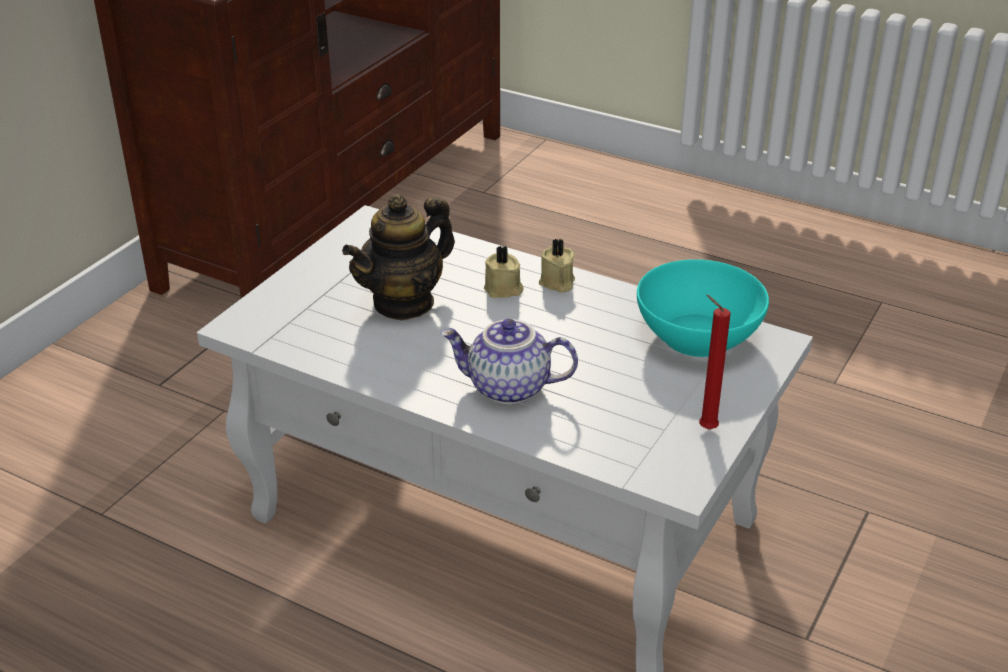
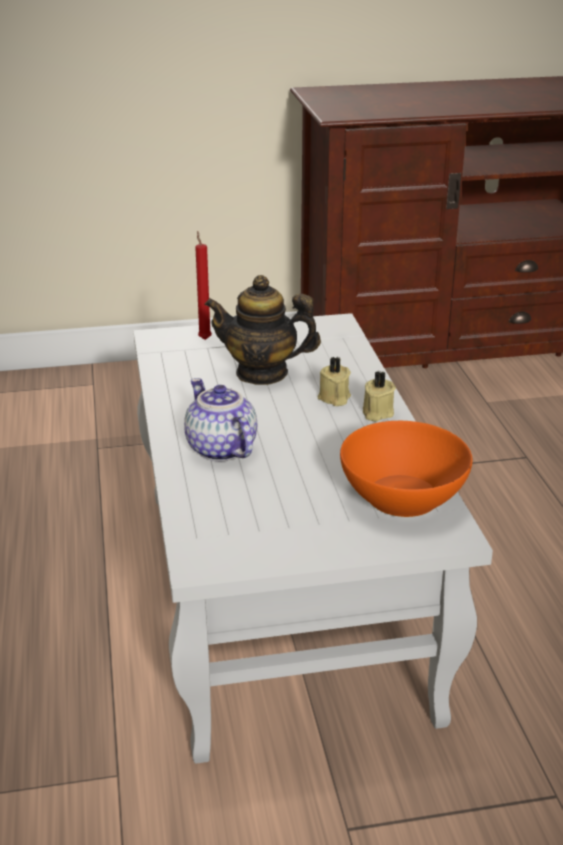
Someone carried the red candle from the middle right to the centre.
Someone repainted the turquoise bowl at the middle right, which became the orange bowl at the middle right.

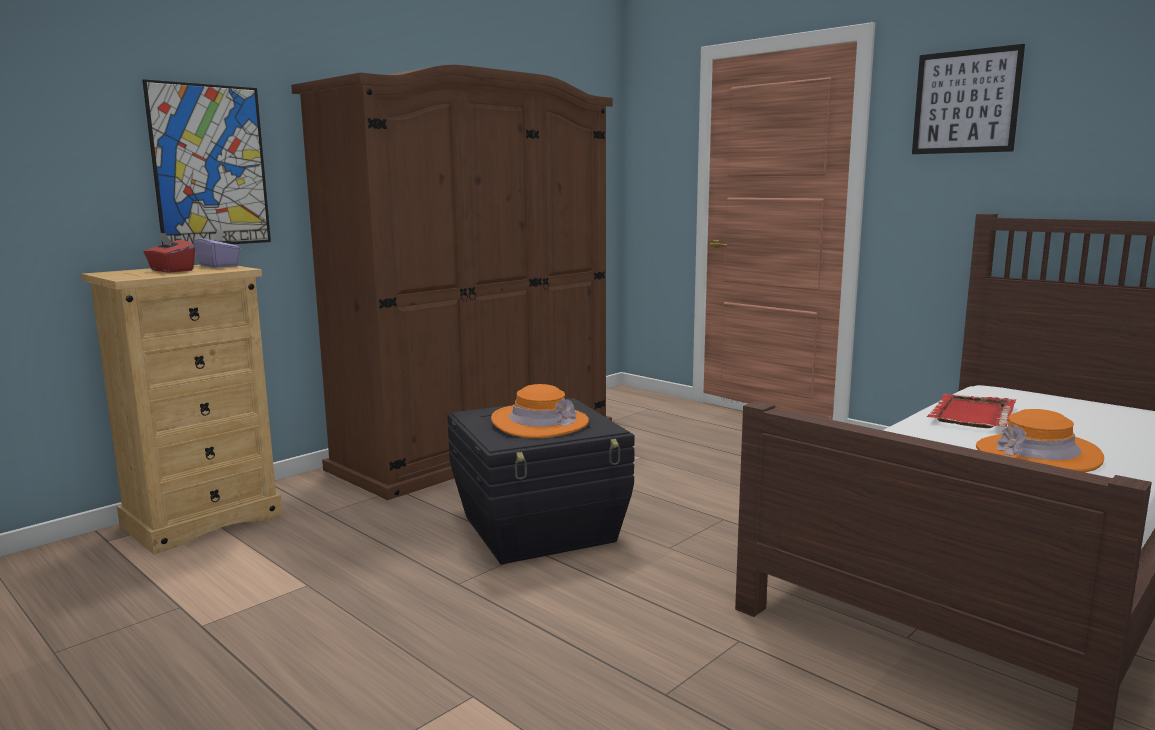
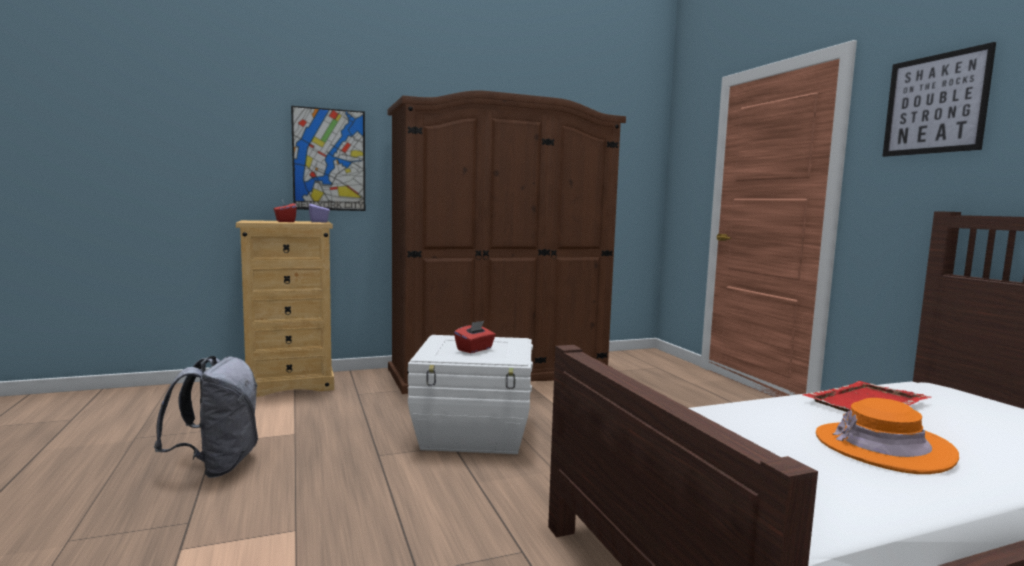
Someone put down the grey backpack at the bottom left.
Someone swapped the orange hat (1st from left) at the centre for the red tissue box (2nd from left) at the centre.
Someone repainted the black storage box at the centre, which became the white storage box at the bottom centre.

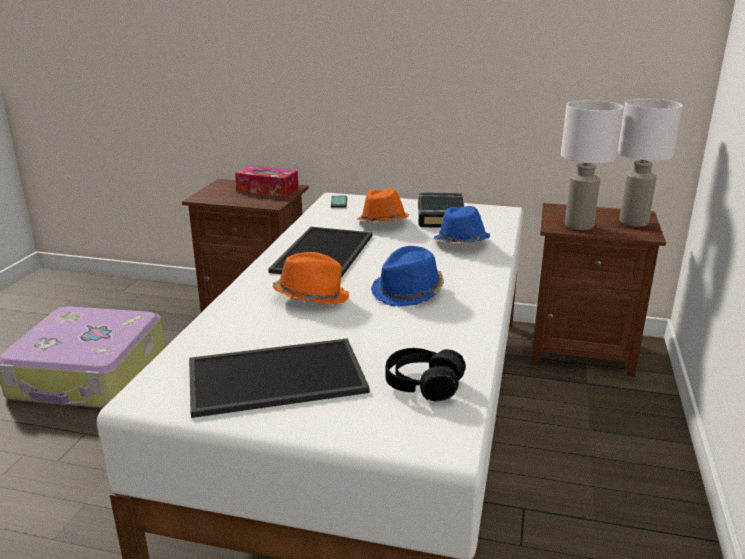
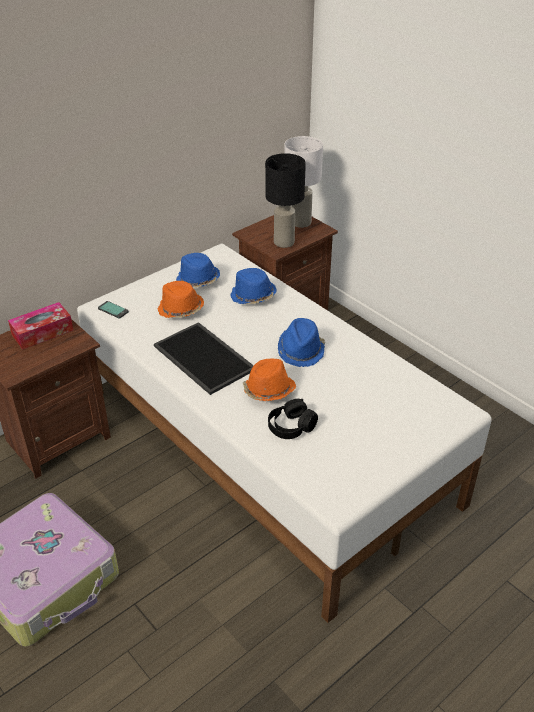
Someone took away the tray (1st from left) at the bottom centre.
Someone carried the black headphones from the bottom centre to the centre.
Someone swapped the black book at the centre for the blue hat (1st from left) at the centre.
Someone repainted the white table lamp (1st from left) at the top right, which became the black table lamp at the top centre.

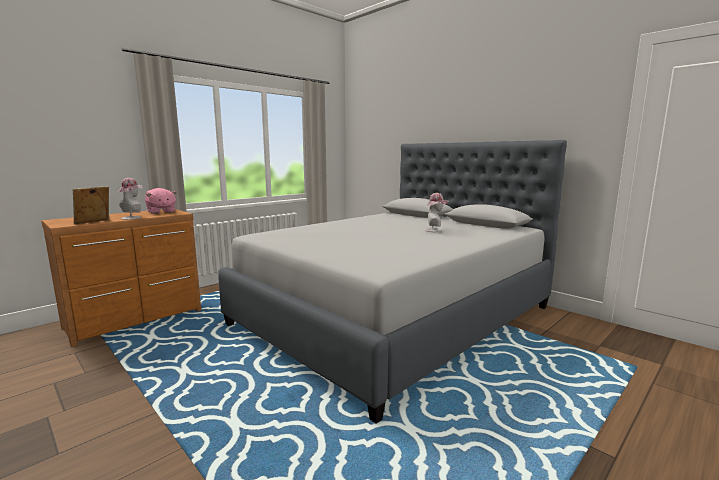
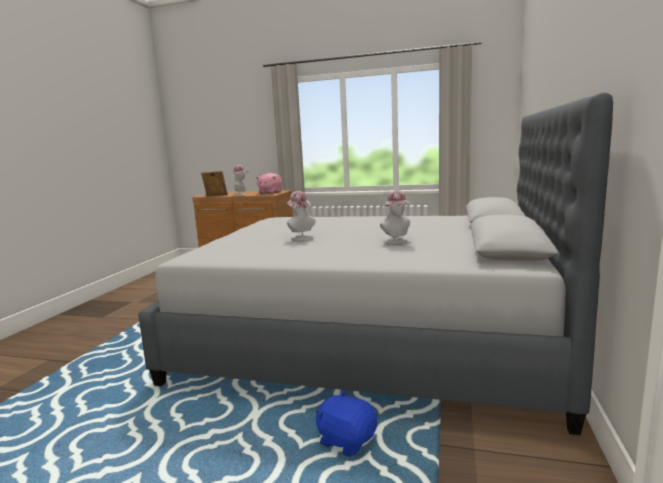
Someone put down the hat (2nd from left) at the centre.
Someone put down the blue plush toy at the bottom centre.

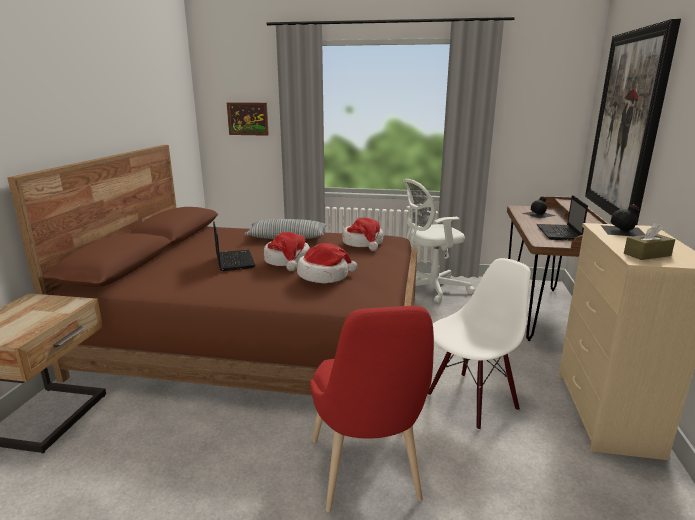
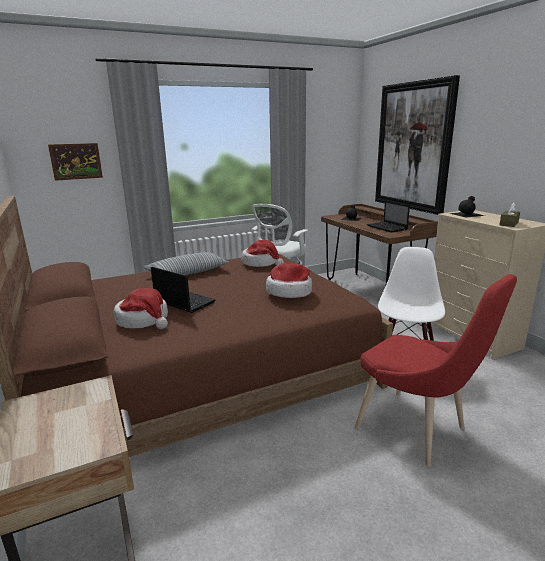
Someone carried the hat (1st from left) from the centre to the middle left.

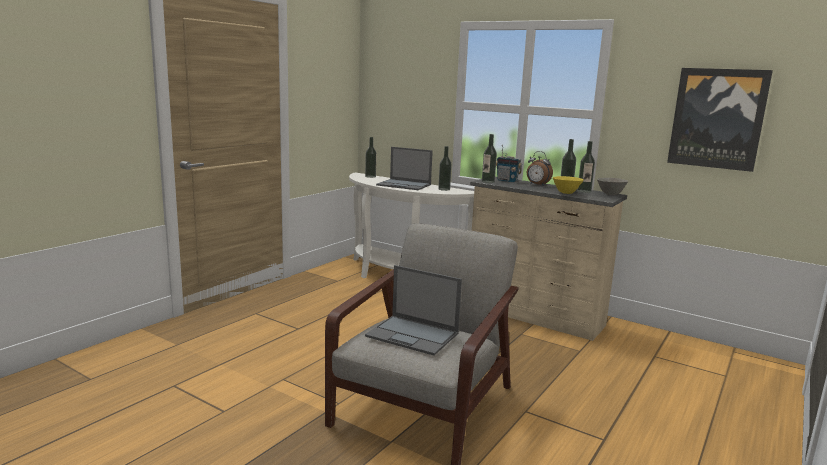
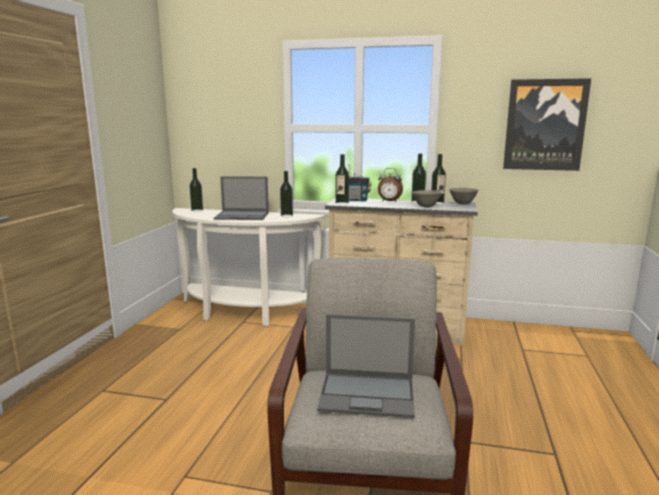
Someone repainted the yellow bowl at the middle right, which became the grey bowl (1st from left) at the centre.

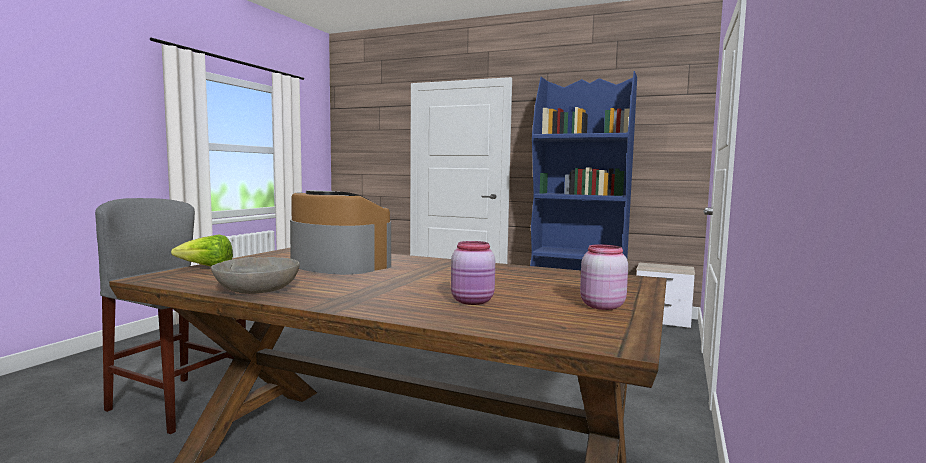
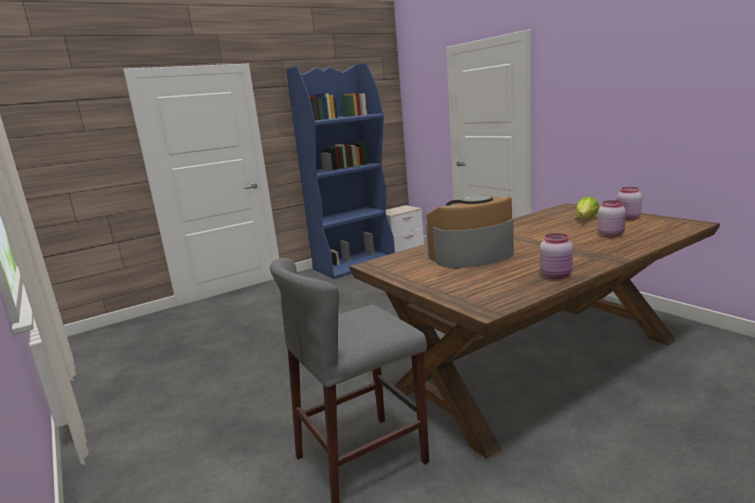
Someone carried the lettuce from the middle left to the middle right.
Someone swapped the grey bowl at the middle left for the pink jar (1st from left) at the middle right.

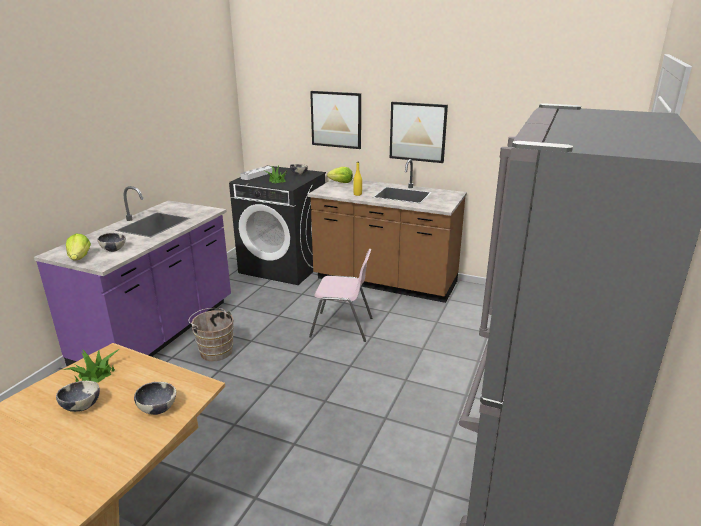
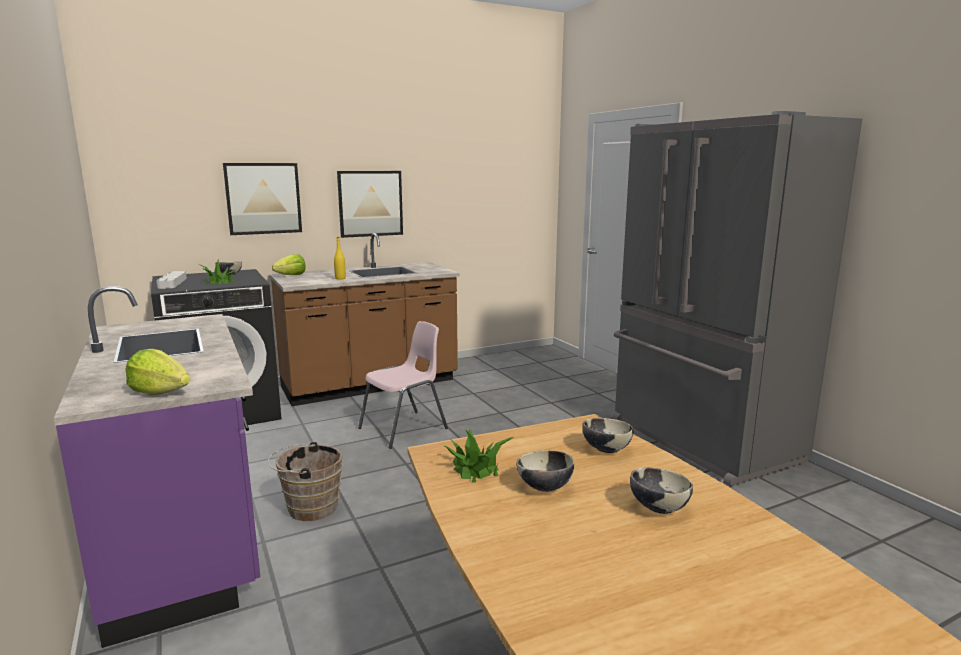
Someone carried the bowl (2nd from left in the first image) from the middle left to the bottom right.

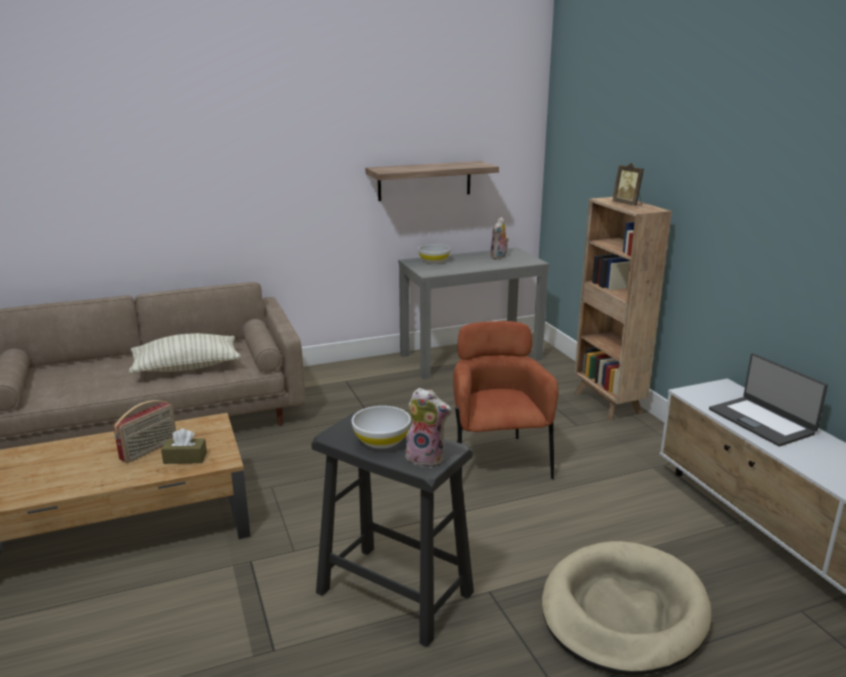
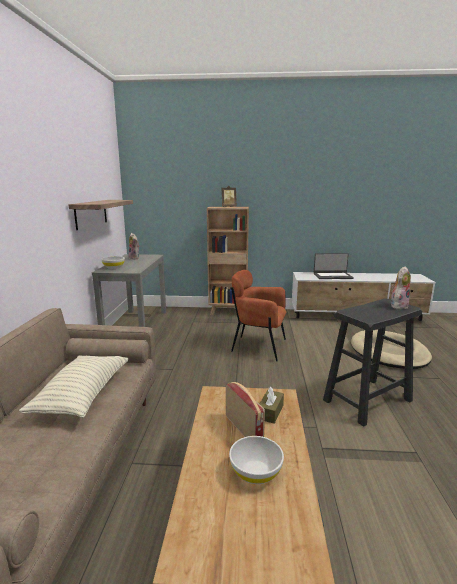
Someone carried the white bowl (1st from left in the first image) from the centre to the bottom centre.

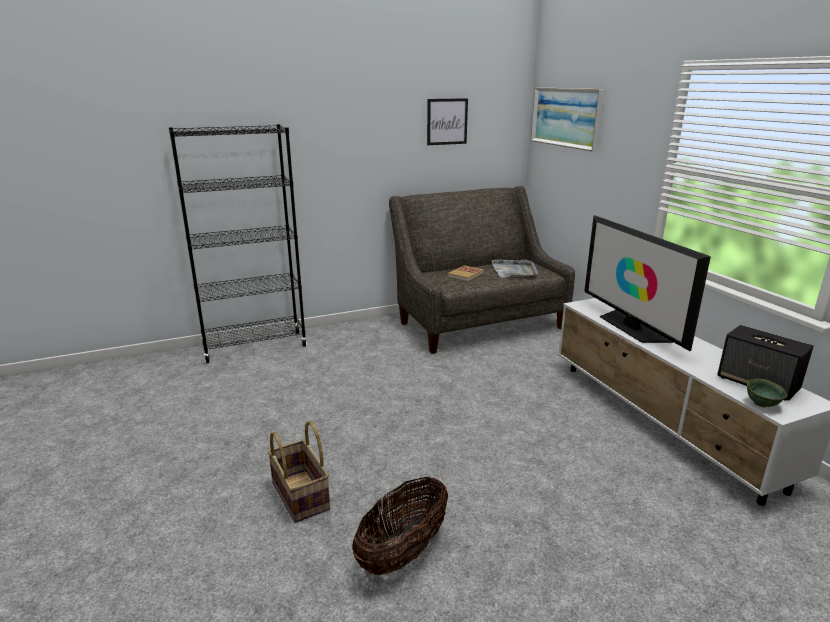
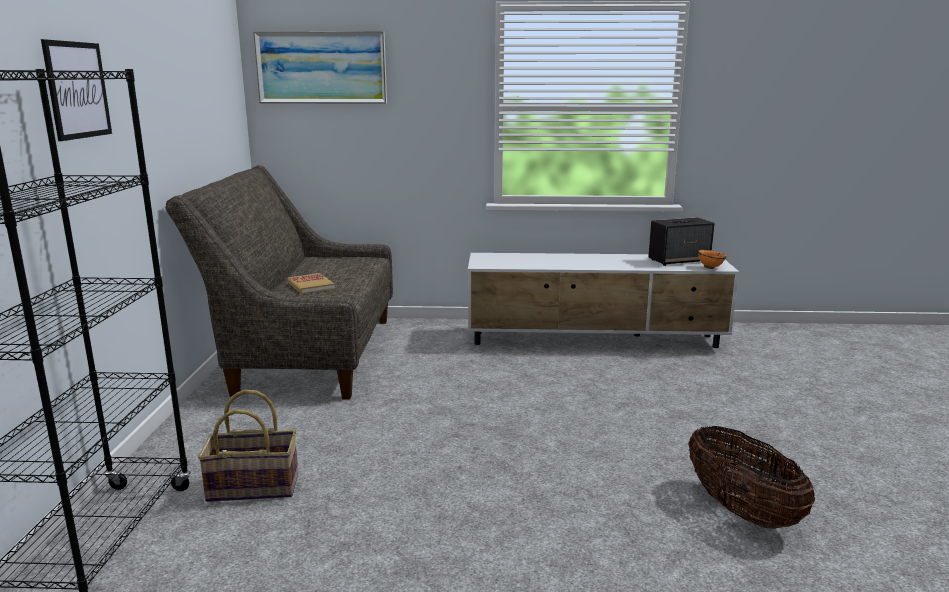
Someone took away the grey tray at the centre.
Someone took away the television at the middle right.
Someone carried the basket (1st from left) from the bottom centre to the bottom left.
Someone carried the picture (1st from left) from the top centre to the top left.
Someone repainted the green bowl at the middle right, which became the orange bowl at the middle right.

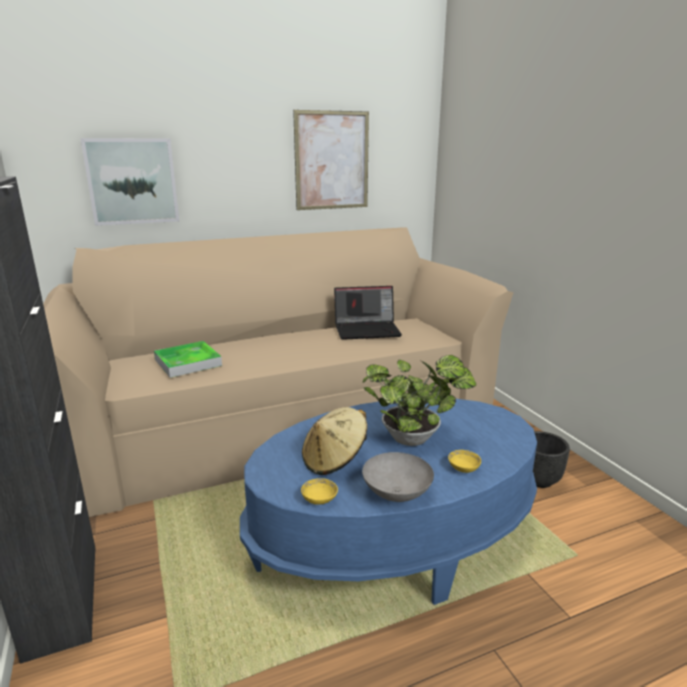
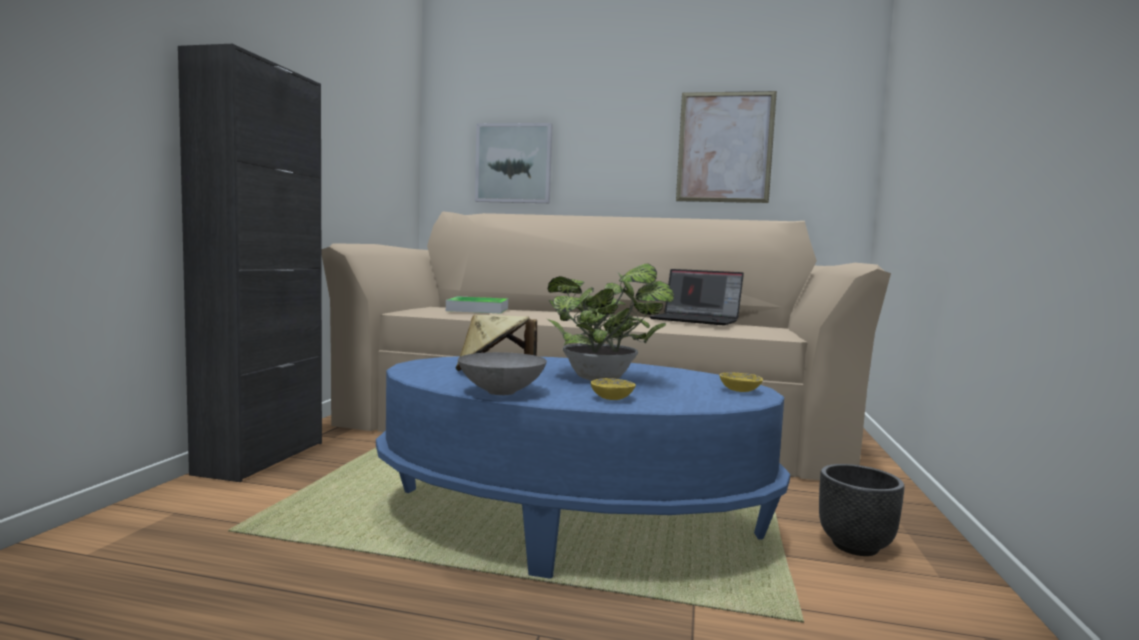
Someone carried the yellow bowl (1st from left in the first image) from the bottom centre to the centre.

